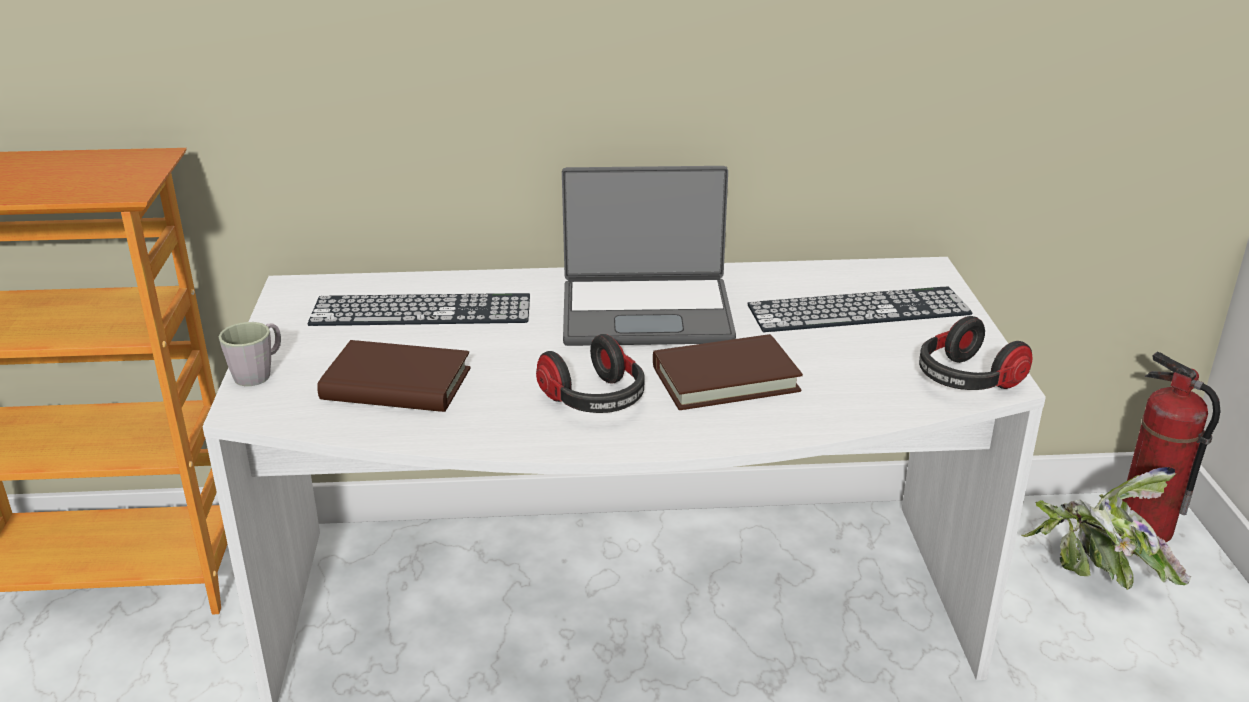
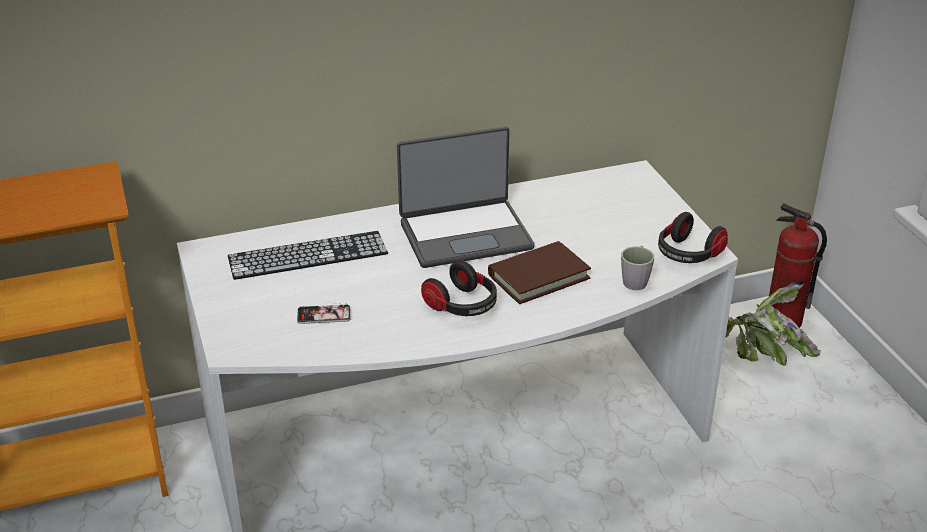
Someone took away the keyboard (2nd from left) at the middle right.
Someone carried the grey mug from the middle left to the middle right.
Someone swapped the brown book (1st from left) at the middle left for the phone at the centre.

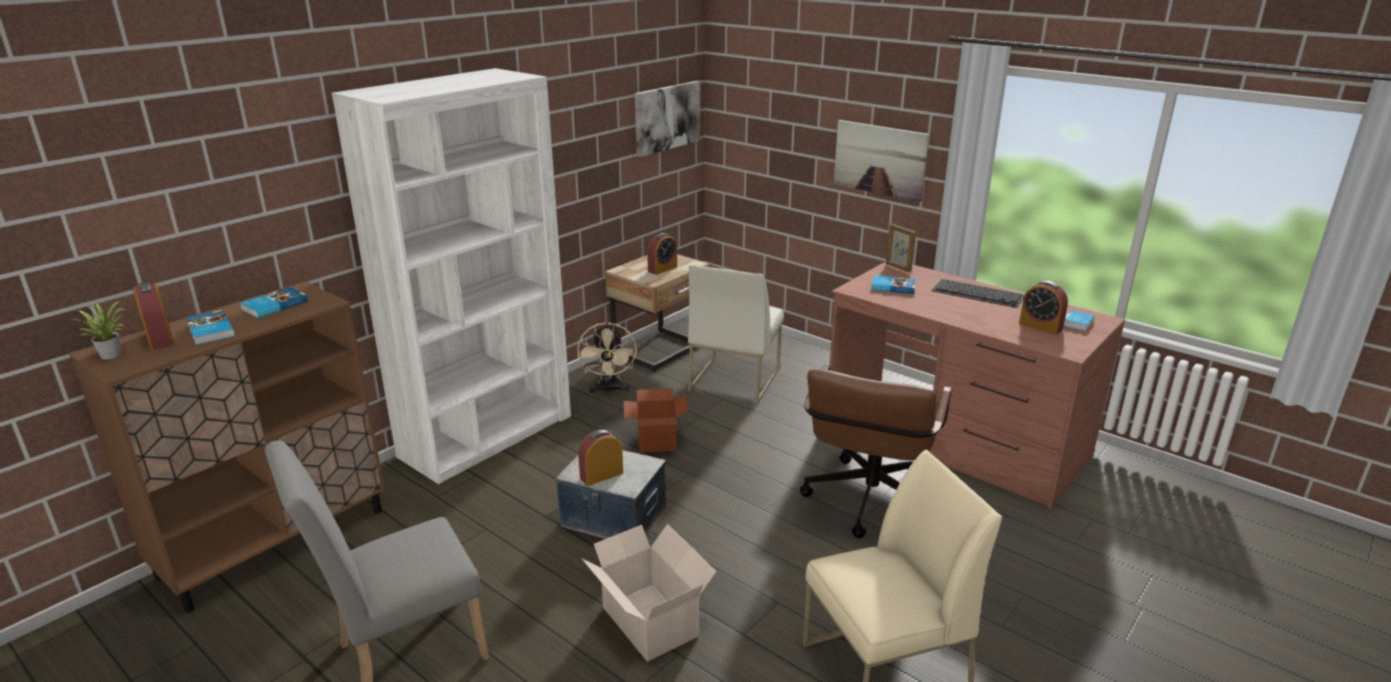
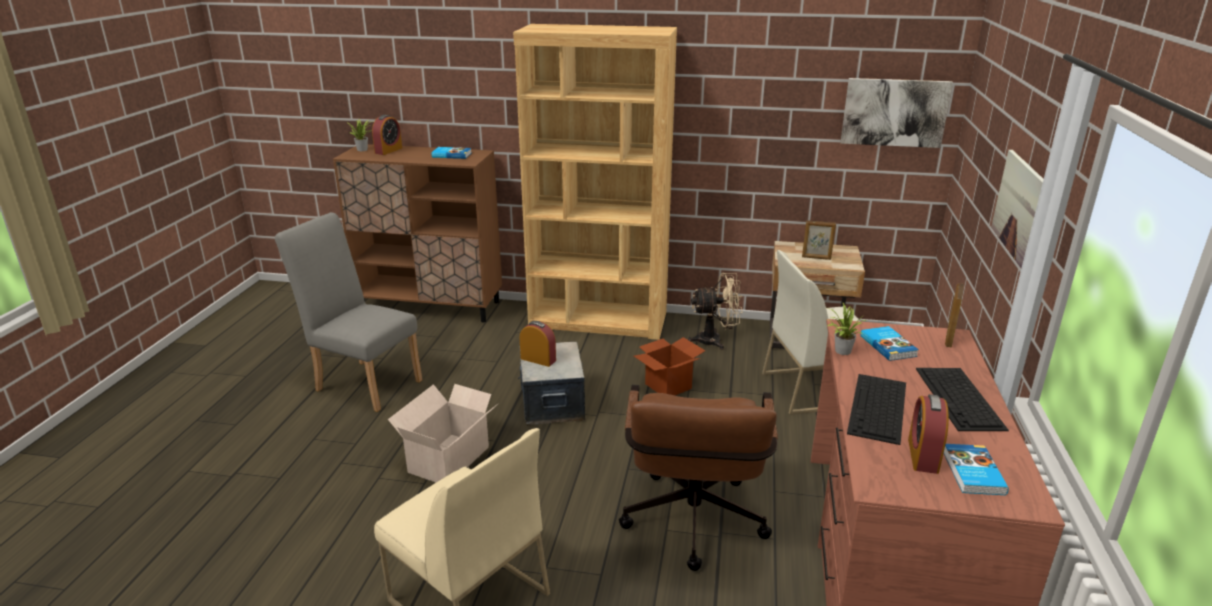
Someone took away the book (1st from left) at the middle left.
Someone put down the potted plant (2nd from left) at the middle right.
Someone put down the keyboard (1st from left) at the bottom right.
Someone swapped the alarm clock (3rd from left) at the centre for the picture frame (1st from left) at the middle right.
Someone repainted the white bookcase at the middle left, which became the brown bookcase at the top centre.
Someone rotated the beige fan at the centre by 150 degrees counterclockwise.
Someone rotated the brown office chair at the centre by 75 degrees counterclockwise.

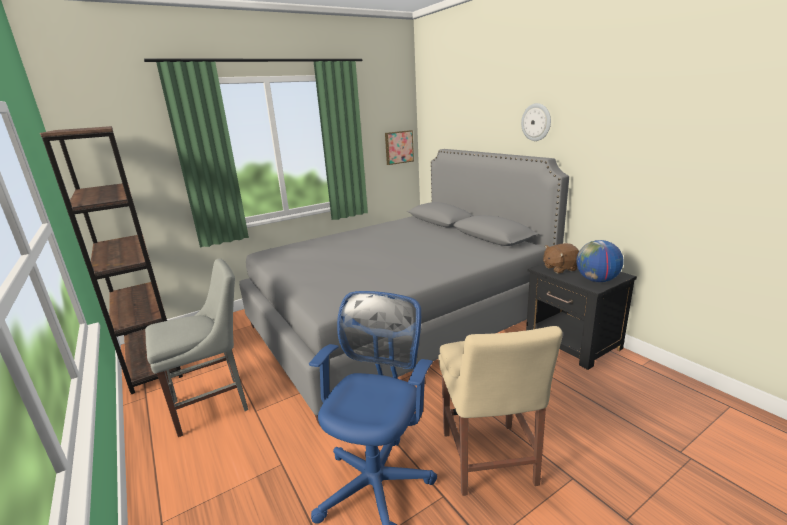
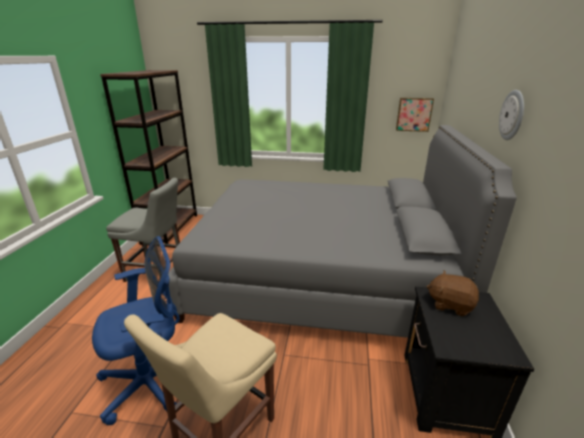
Someone took away the globe at the middle right.

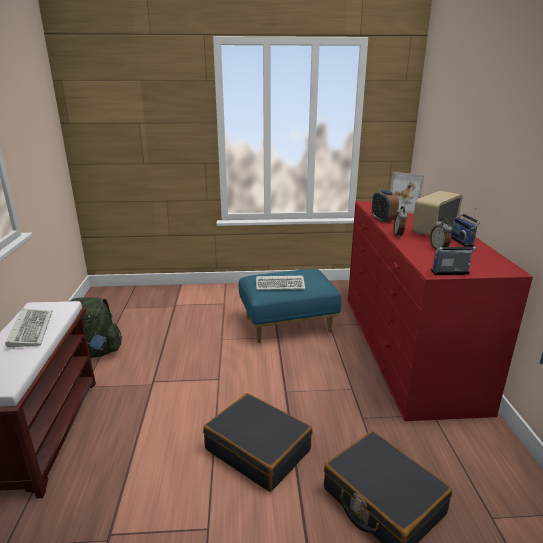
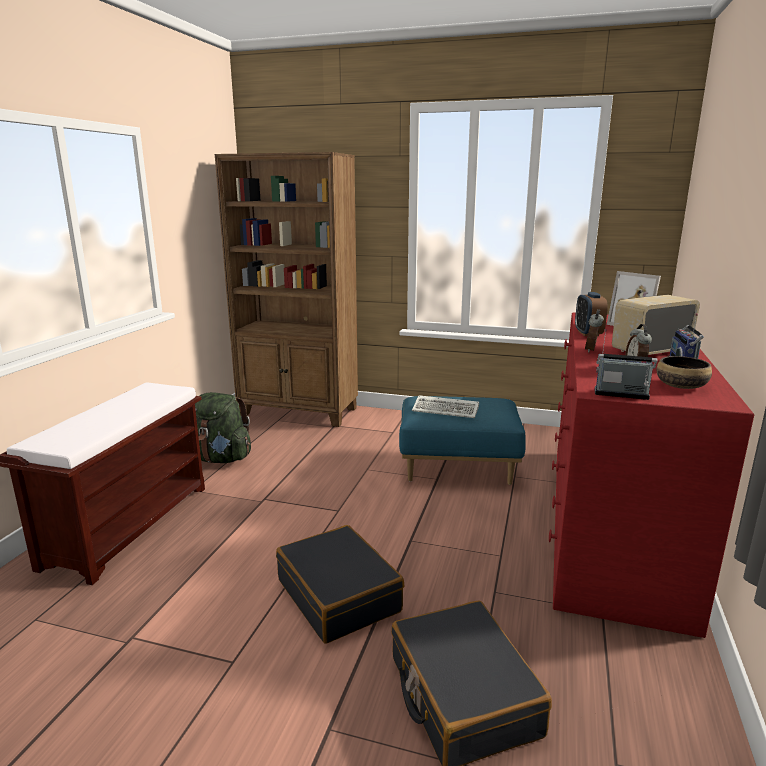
Someone took away the keyboard (1st from left) at the middle left.
Someone put down the brown bookcase at the centre.
Someone put down the bowl at the middle right.

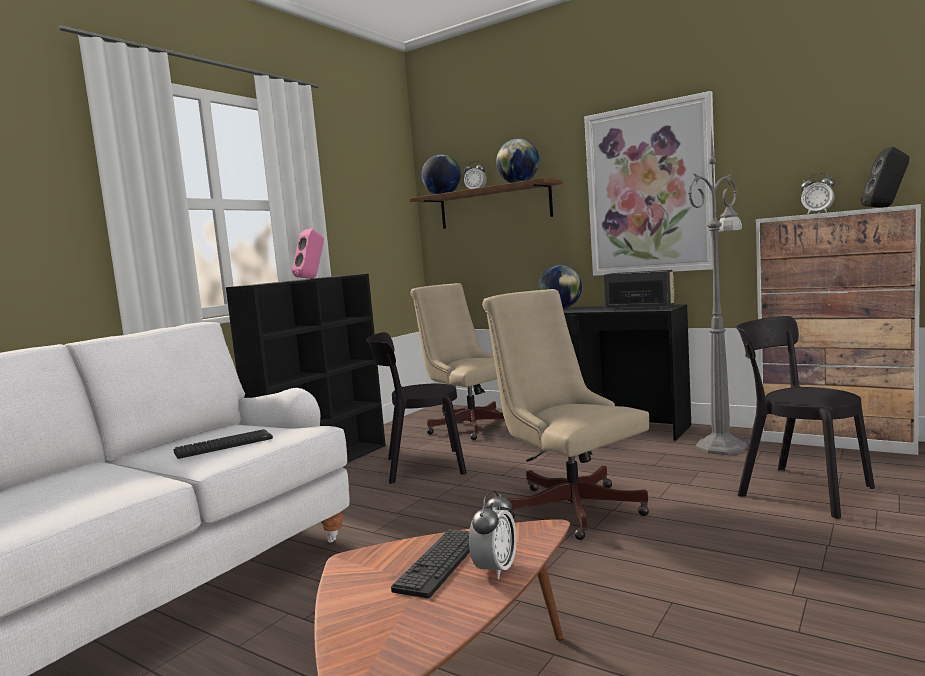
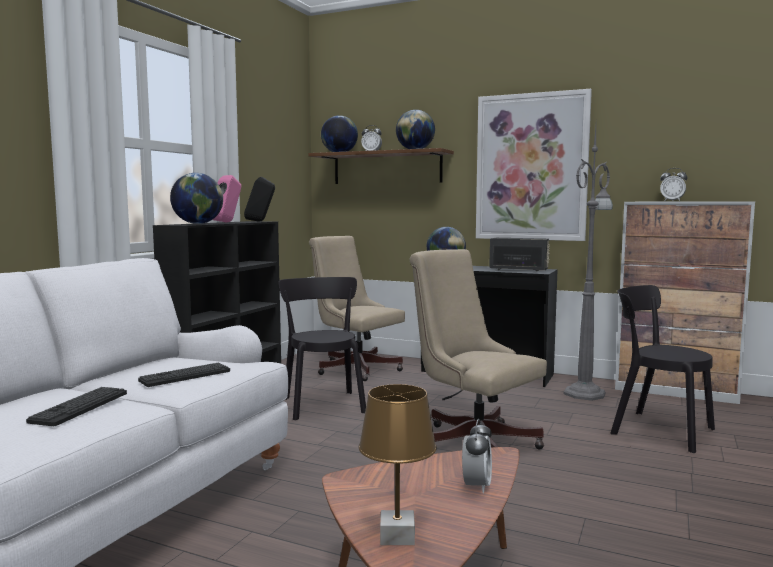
Someone put down the globe (1st from left) at the middle left.
Someone put down the brown table lamp at the bottom centre.
Someone carried the keyboard (2nd from left in the first image) from the bottom centre to the bottom left.
Someone carried the black speaker from the top right to the centre.
Someone rotated the black chair (1st from left) at the centre by 90 degrees clockwise.

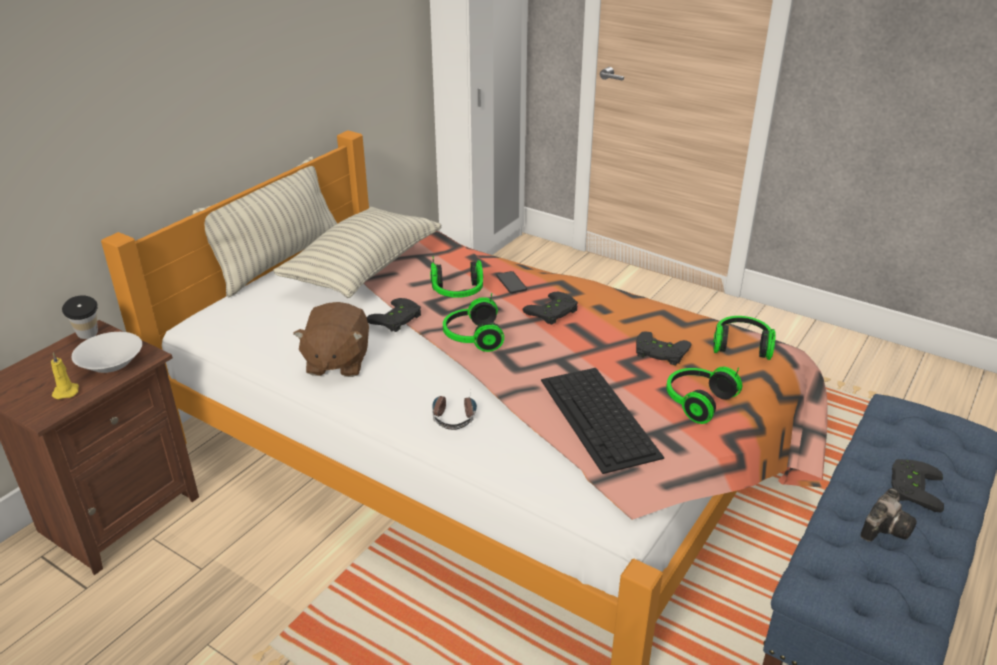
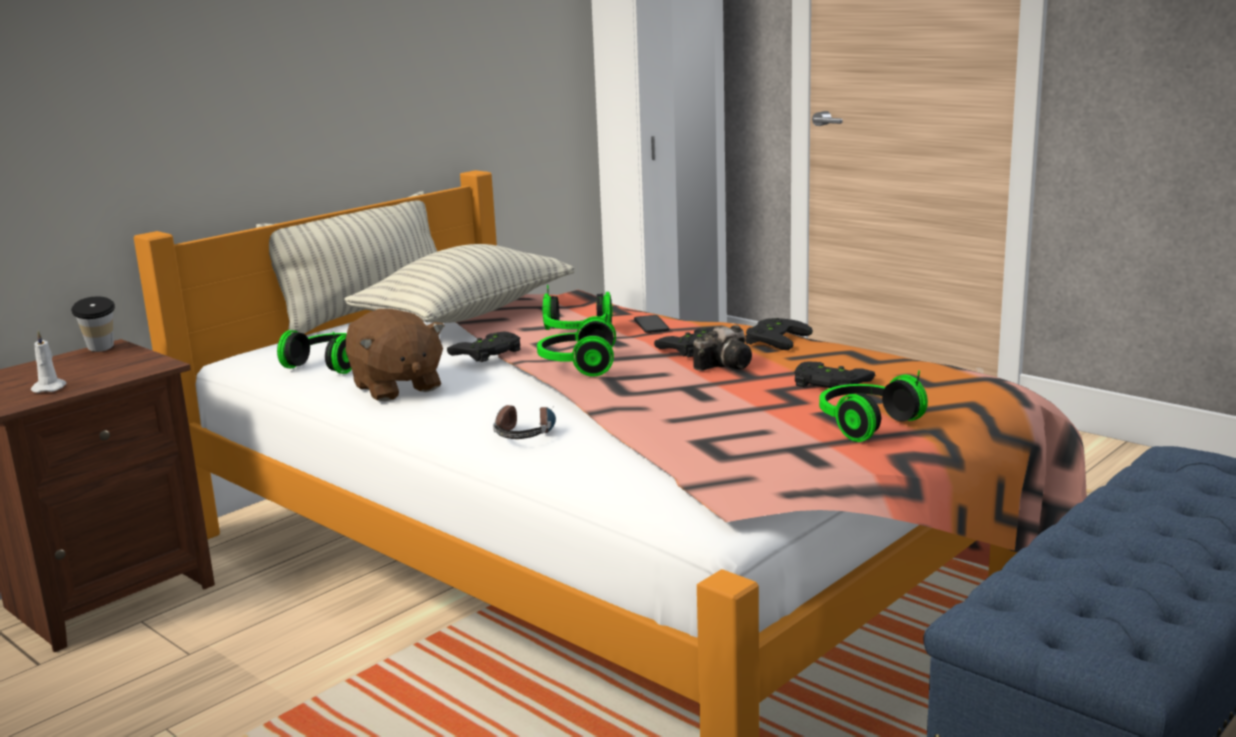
Someone took away the white bowl at the middle left.
Someone took away the keyboard at the centre.
Someone carried the headphones (5th from left in the first image) from the middle right to the middle left.
Someone carried the photo camera from the bottom right to the centre.
Someone carried the black game controller (4th from left in the first image) from the bottom right to the centre.
Someone repainted the yellow candle at the middle left, which became the white candle at the middle left.
Someone rotated the brown plush toy at the middle left by 45 degrees counterclockwise.

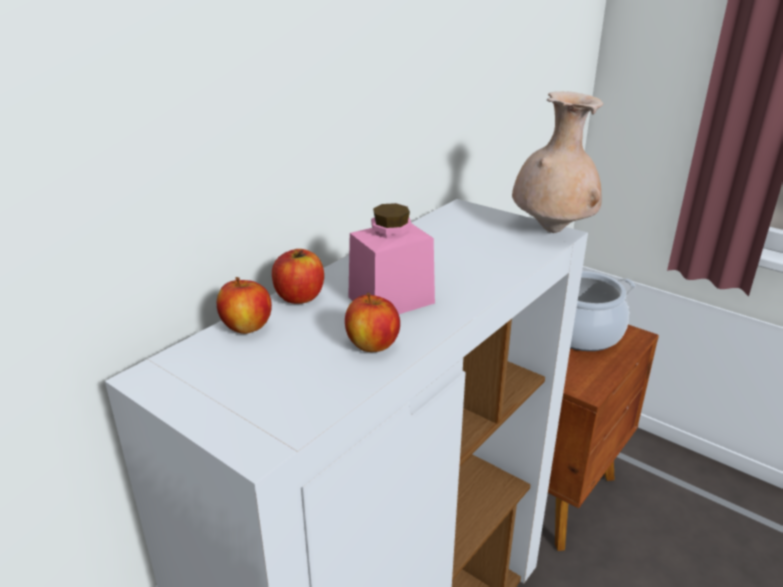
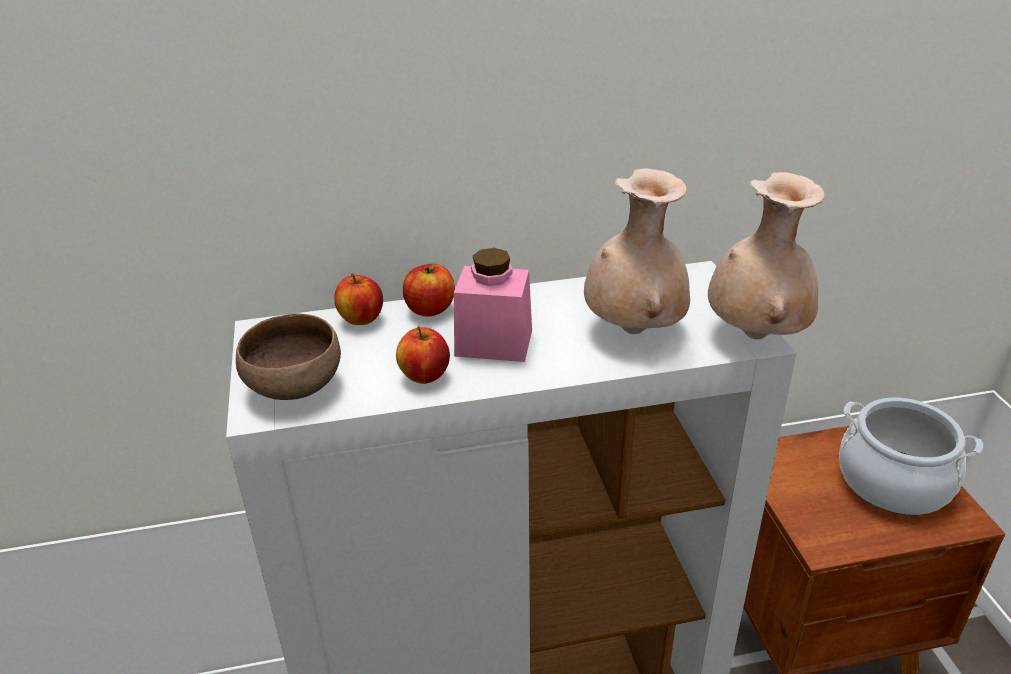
Someone put down the brown bowl at the middle left.
Someone put down the beige vase (1st from left) at the centre.

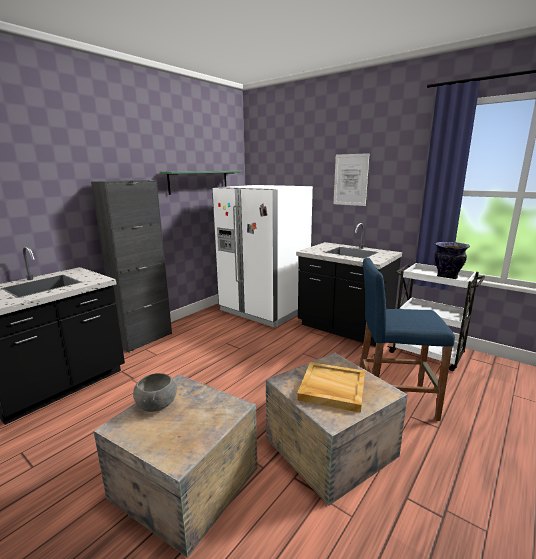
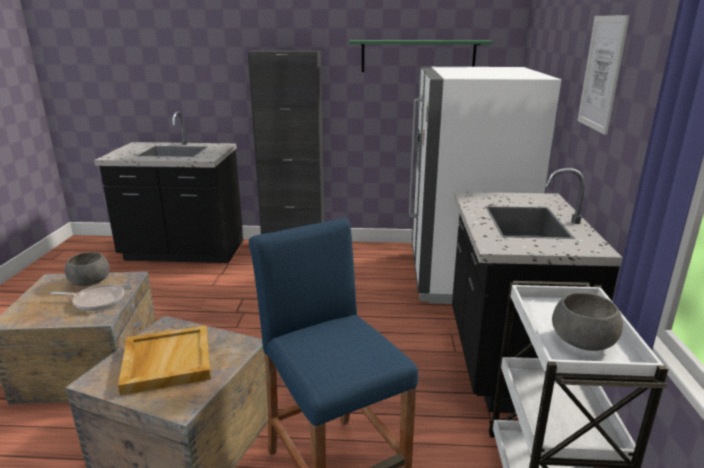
Someone put down the frying pan at the middle left.
Someone swapped the vase at the middle right for the grey bowl (2nd from left) at the bottom right.

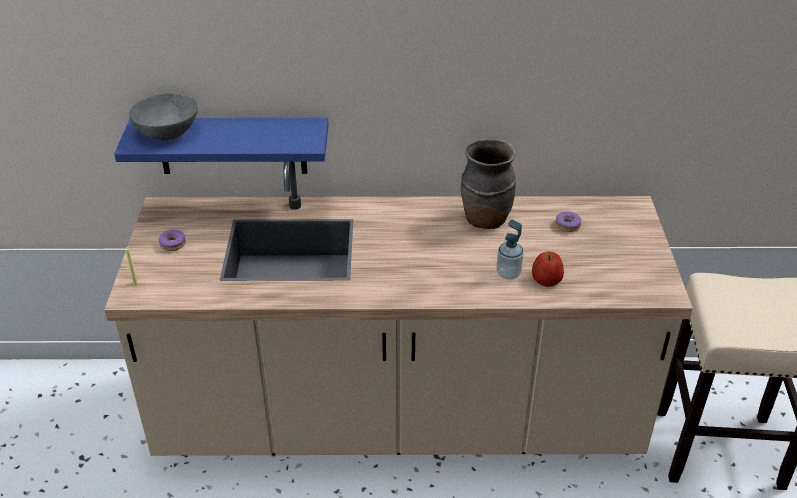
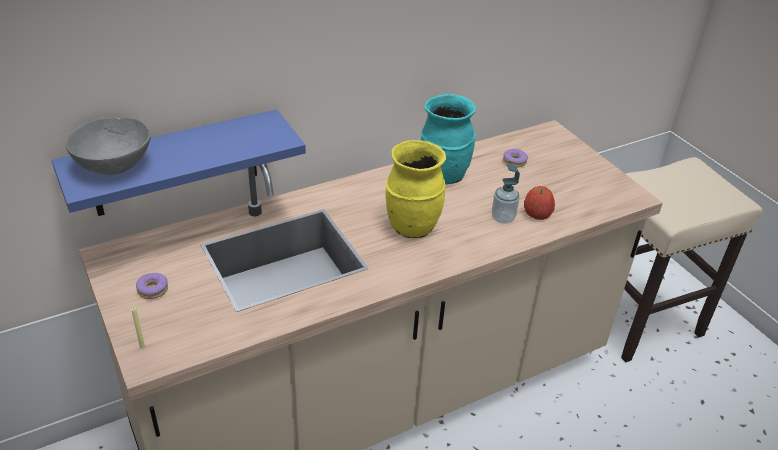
Someone put down the yellow vase at the centre.
Someone repainted the brown vase at the centre, which became the turquoise vase at the top centre.

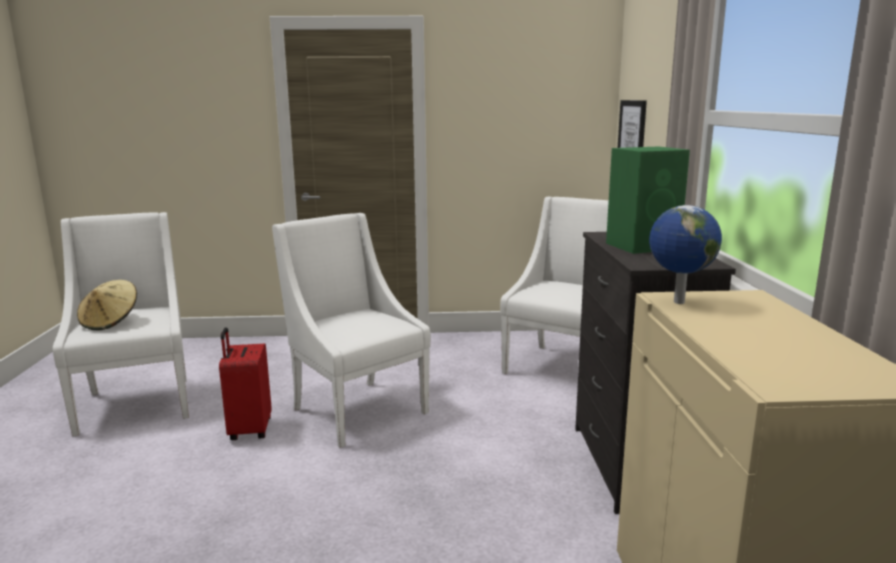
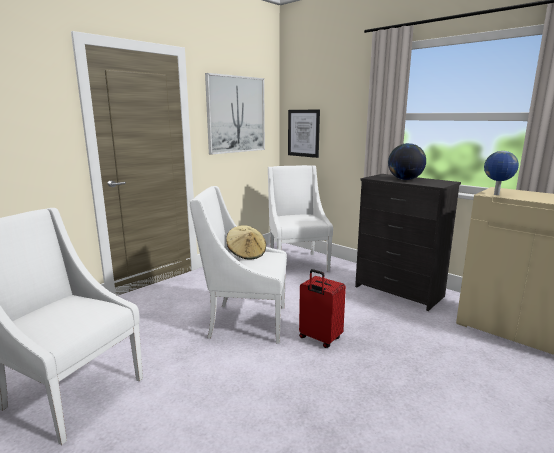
Someone put up the picture (1st from left) at the top centre.
Someone carried the beige hat from the middle left to the centre.
Someone carried the red suitcase from the bottom left to the bottom centre.
Someone swapped the green speaker at the middle right for the globe (1st from left) at the middle right.

